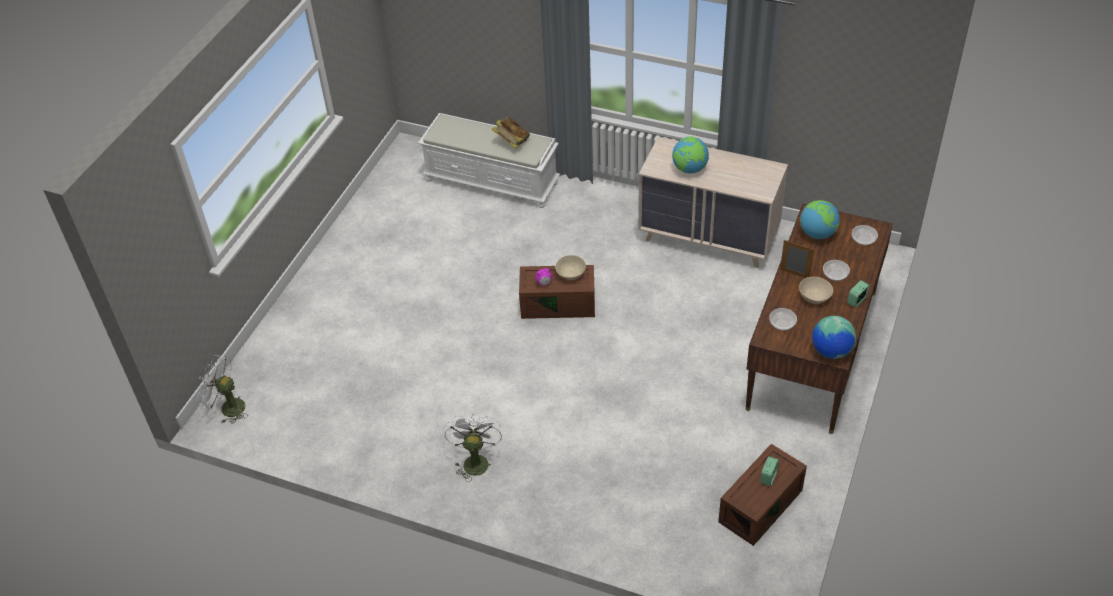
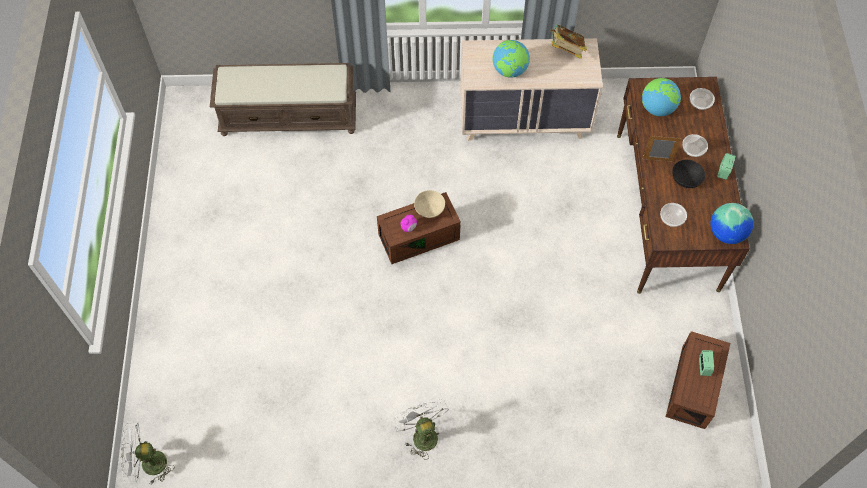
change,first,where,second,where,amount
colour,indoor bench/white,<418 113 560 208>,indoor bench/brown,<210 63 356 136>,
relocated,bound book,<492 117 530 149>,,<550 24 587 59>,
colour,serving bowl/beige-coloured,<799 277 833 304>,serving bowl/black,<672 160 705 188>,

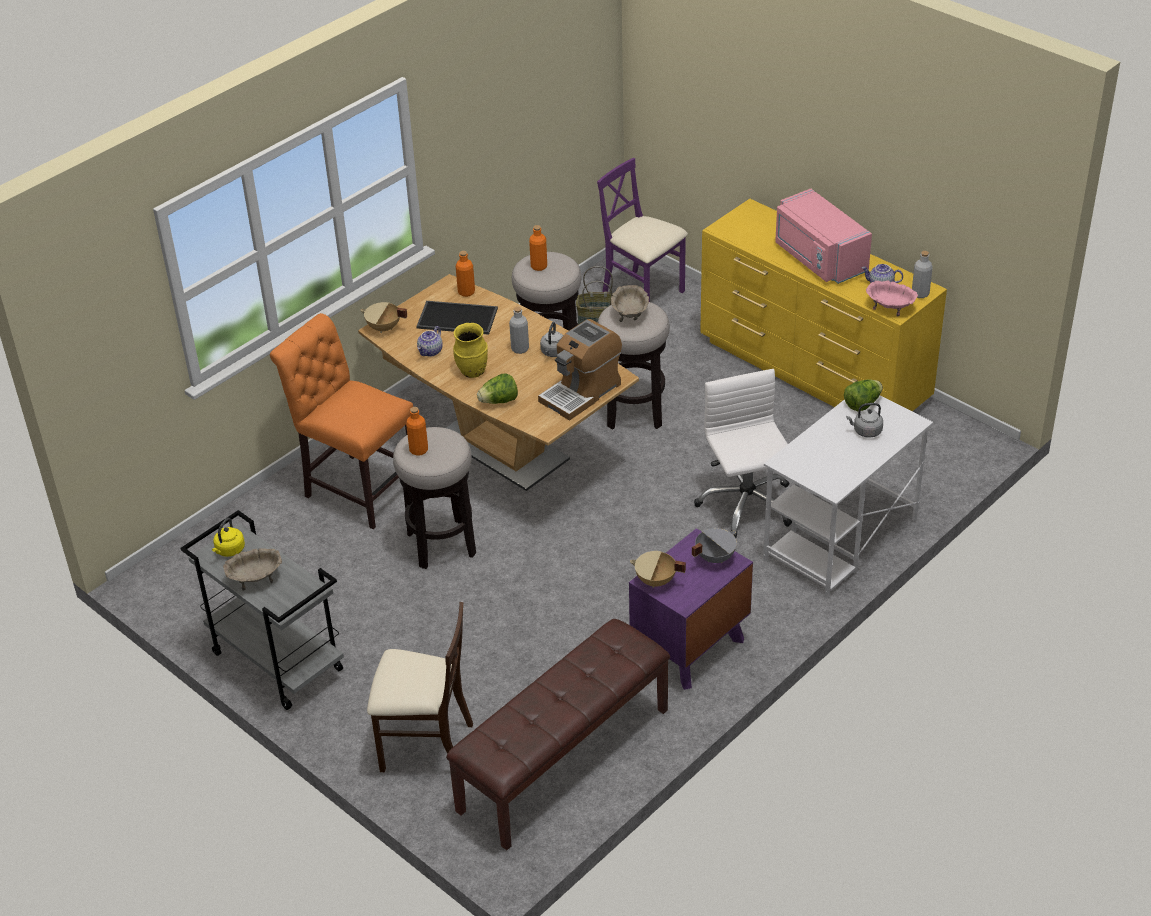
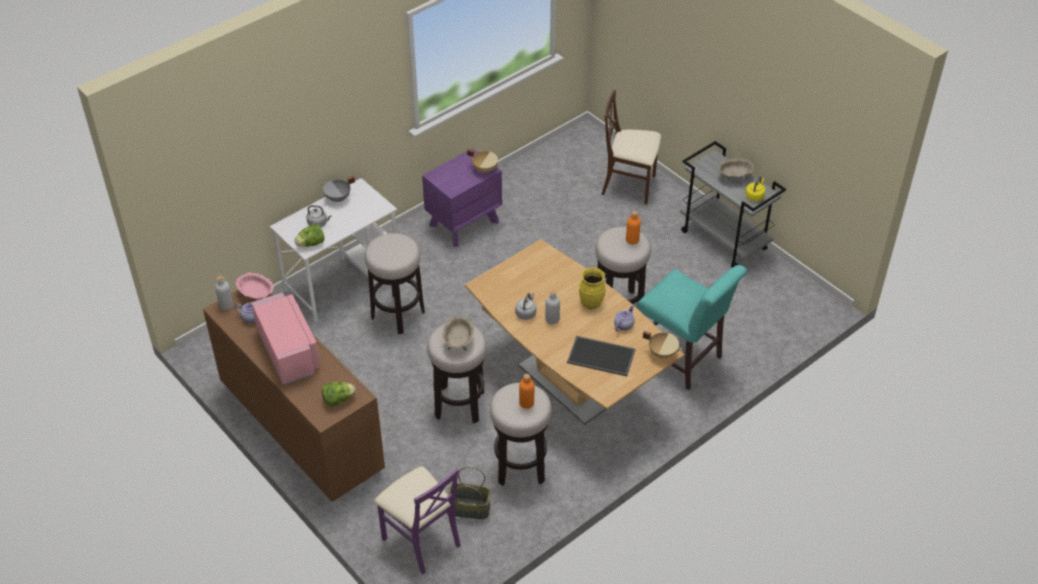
change,first,where,second,where,amount
colour,plain chair/orange,<270 313 413 529>,plain chair/blue-green,<637 265 747 390>,
missing,indoor bench/brown,<446 619 670 850>,,,
missing,bottle/orange,<456 251 475 297>,,,
relocated,lettuce head,<477 374 518 404>,,<322 382 356 407>,
missing,coffee brewer,<538 319 622 421>,,,
relocated,stockpot/gray,<692 528 737 563>,,<321 176 355 202>,
exchanged,desk chair/white,<694 369 792 538>,sitting stool,<364 233 425 334>,
colour,drawer chest/yellow,<700 199 947 411>,drawer chest/brown,<203 290 385 502>,

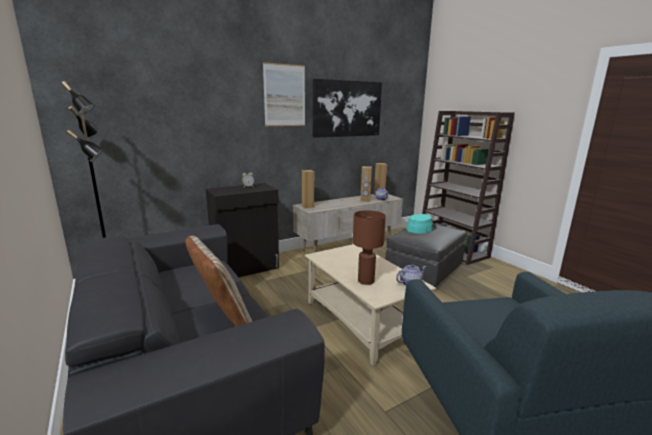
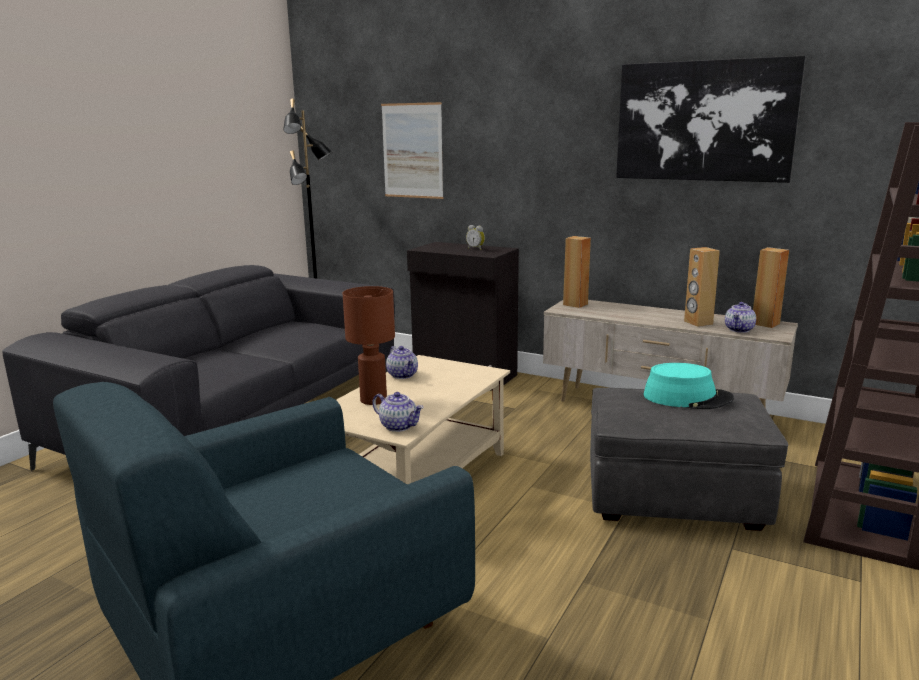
change,first,where,second,where,amount
missing,throw pillow/beige-coloured,<185 236 252 326>,,,
relocated,picture,<263 62 305 126>,,<381 102 444 199>,
appeared,,,tea pot,<386 346 418 379>,

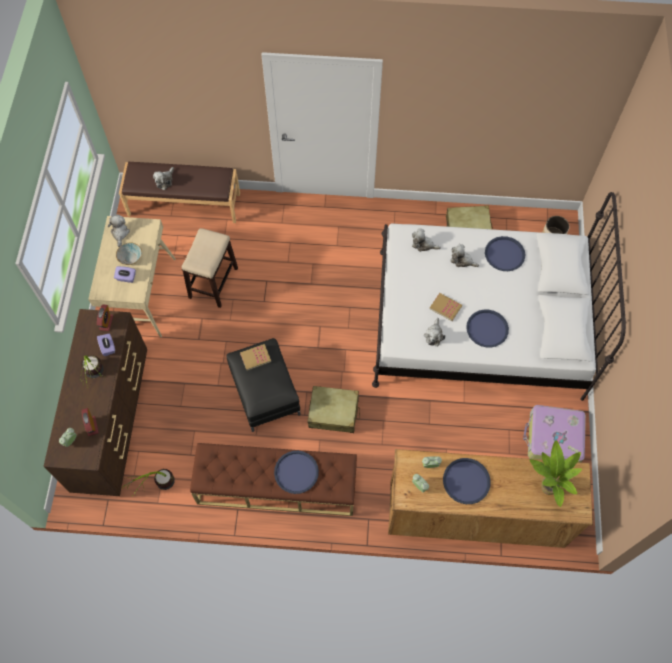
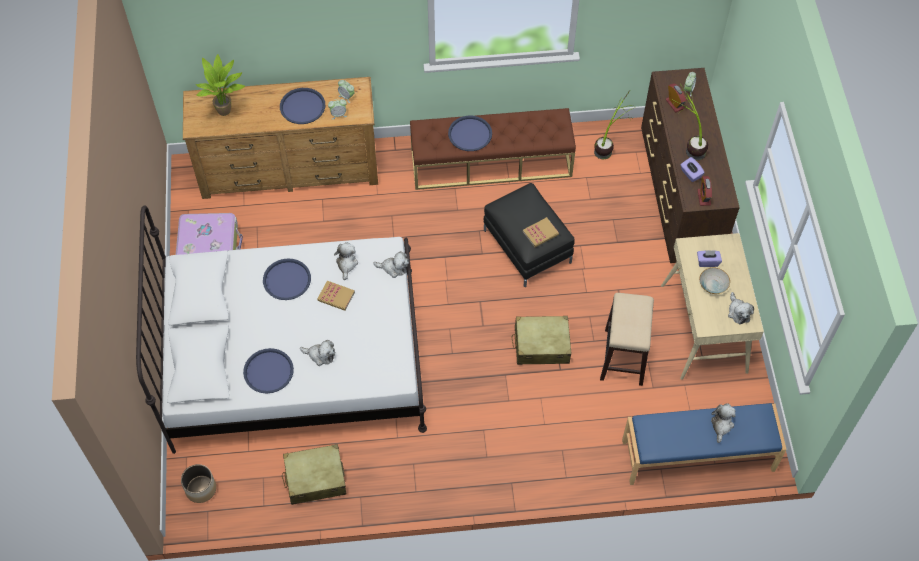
change,first,where,second,where,amount
colour,indoor bench/brown,<119 162 240 223>,indoor bench/bluish,<622 403 787 485>,
relocated,travel case/beige-coloured,<308 386 360 433>,,<511 316 571 365>,
relocated,cuddly toy,<412 228 441 252>,,<373 251 409 278>,

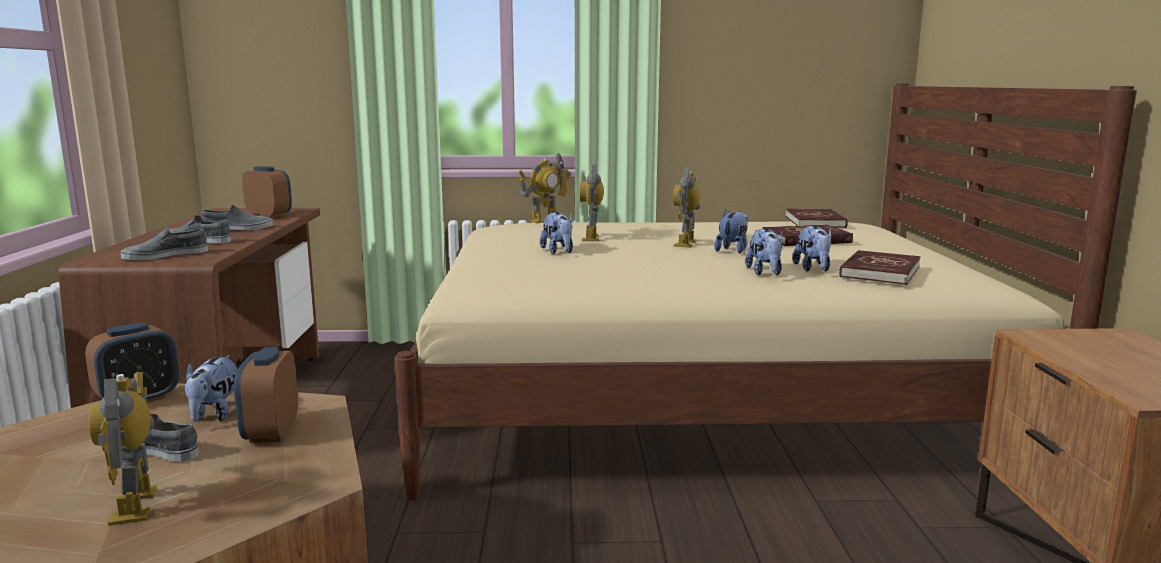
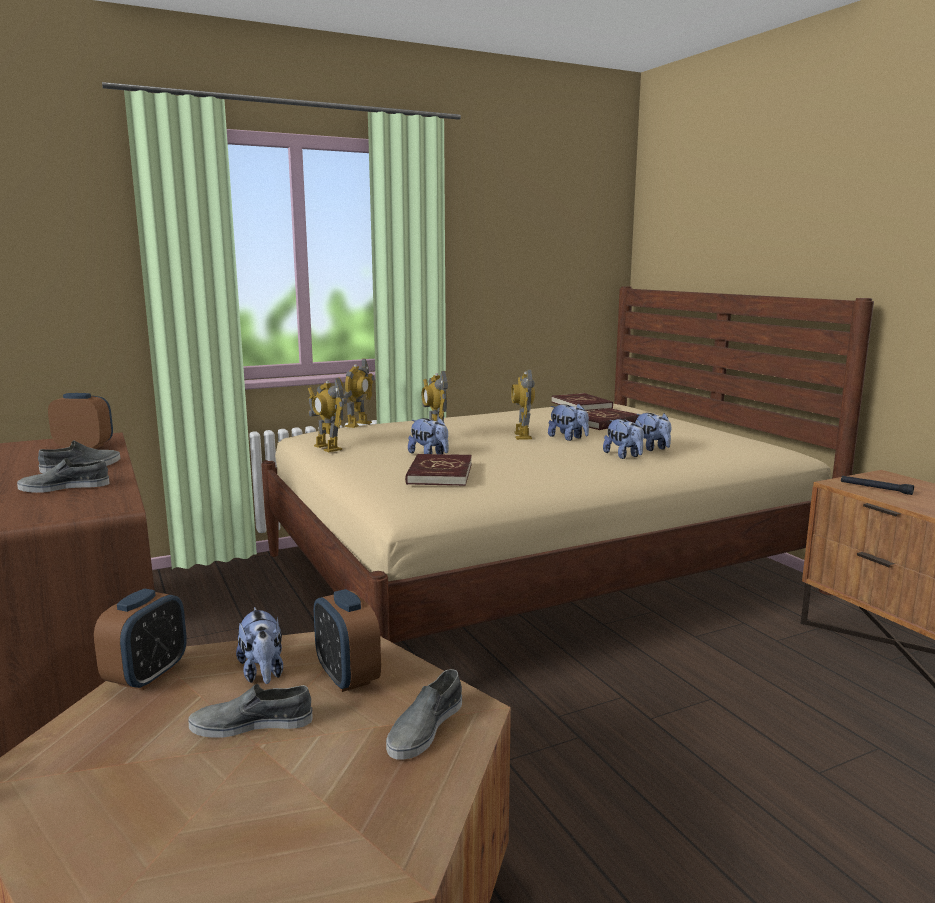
change,first,where,second,where,amount
relocated,toy robot,<89 372 157 526>,,<308 378 344 452>,
relocated,item of footwear/gray,<121 227 208 260>,,<386 669 462 760>,
spun,cuddly toy,<714 210 748 253>,,<548 404 589 441>,135 degrees clockwise
relocated,bound book/reddish,<839 250 921 285>,,<405 454 472 486>,
appeared,,,flashlight/black,<841 476 914 495>,

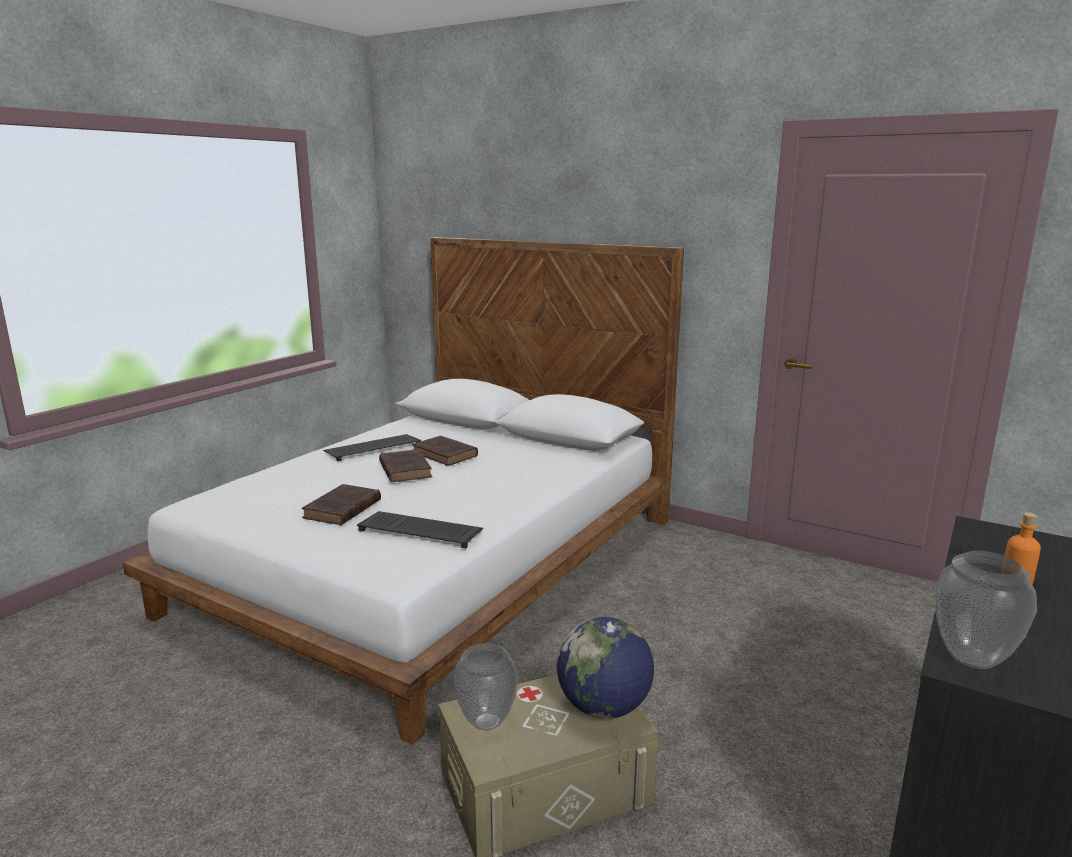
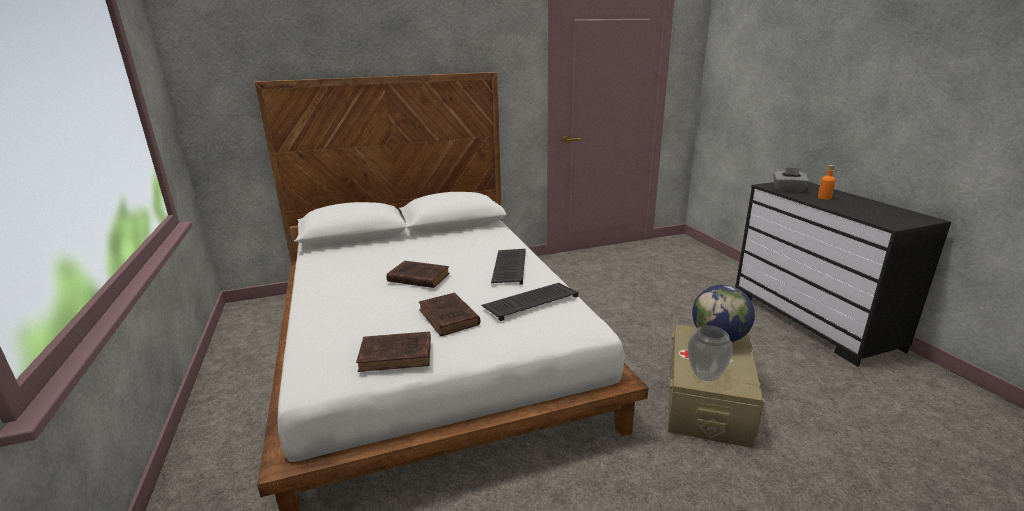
change,first,where,second,where,amount
relocated,PC keyboard,<323 434 421 461>,,<491 249 526 284>,
relocated,bound book/brown,<412 436 478 466>,,<356 331 431 372>,
missing,decorative vase,<935 551 1037 669>,,,
appeared,,,box of tissues/gray,<773 167 809 192>,

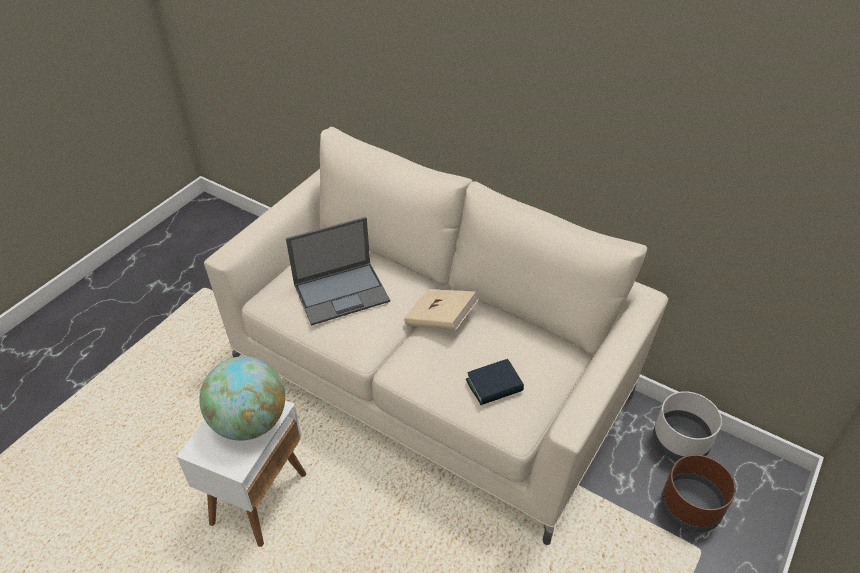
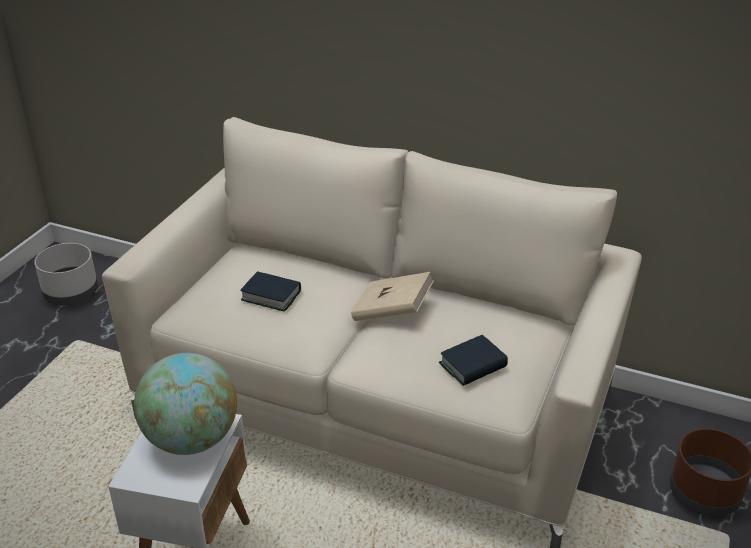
change,first,where,second,where,amount
exchanged,notebook computer,<286 217 390 326>,bound book,<240 271 301 312>,
relocated,plant pot/gray,<653 391 722 461>,,<34 243 98 305>,

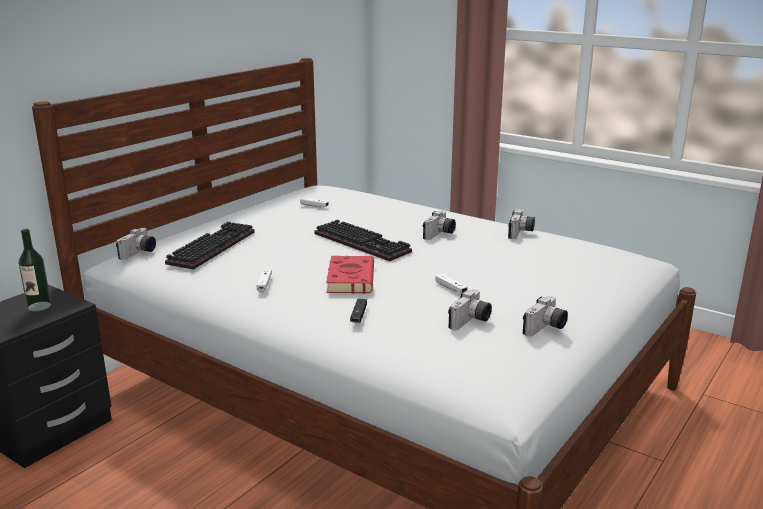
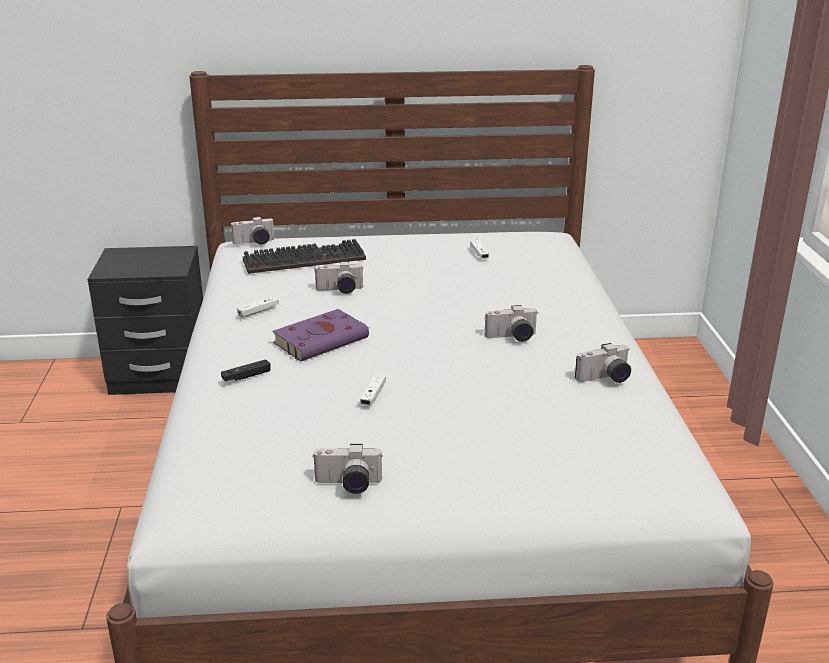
change,first,where,second,where,amount
missing,bottle,<19 229 51 311>,,,
missing,PC keyboard,<314 219 412 261>,,,
colour,bound book/reddish,<326 256 374 294>,bound book/purplish,<273 309 370 361>,
relocated,still camera,<448 289 492 330>,,<314 261 364 294>,

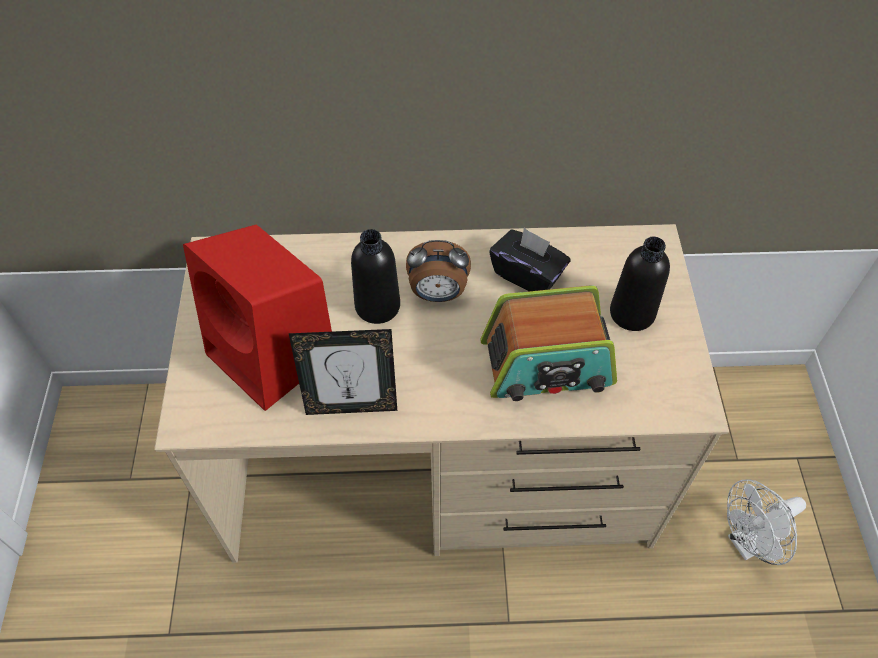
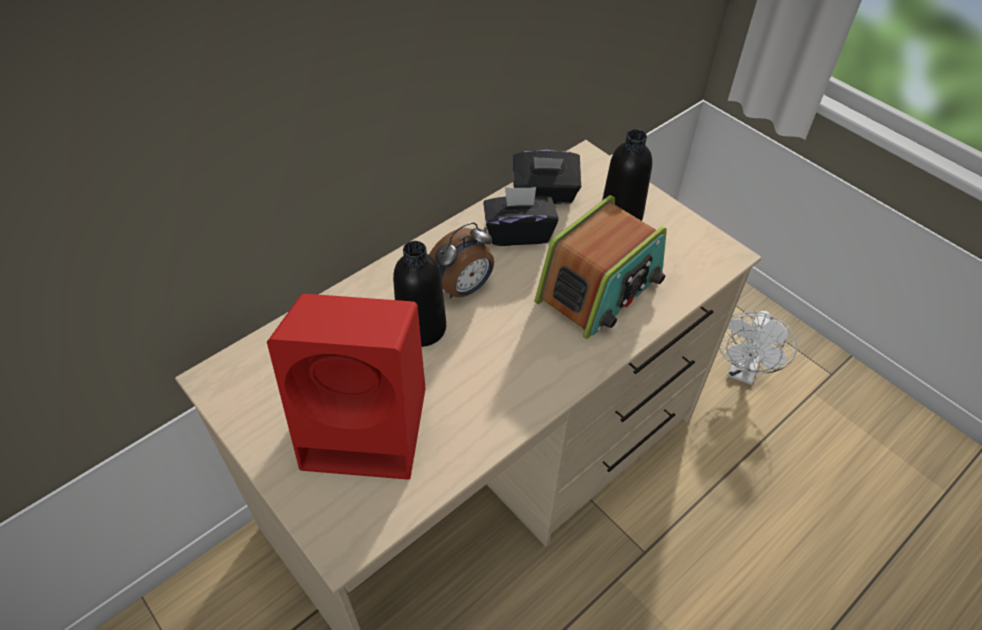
change,first,where,second,where,amount
missing,photo frame,<289 329 397 415>,,,
appeared,,,box of tissues/black,<513 150 581 204>,

